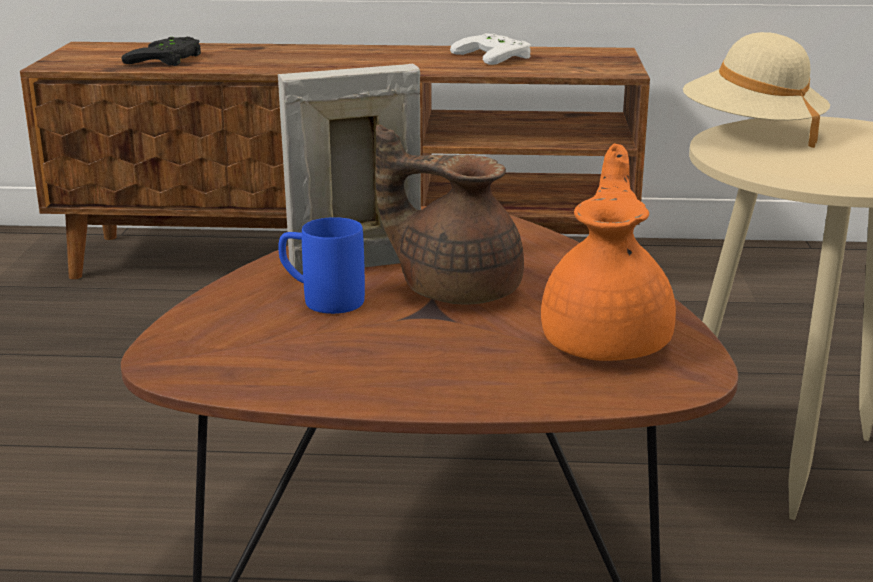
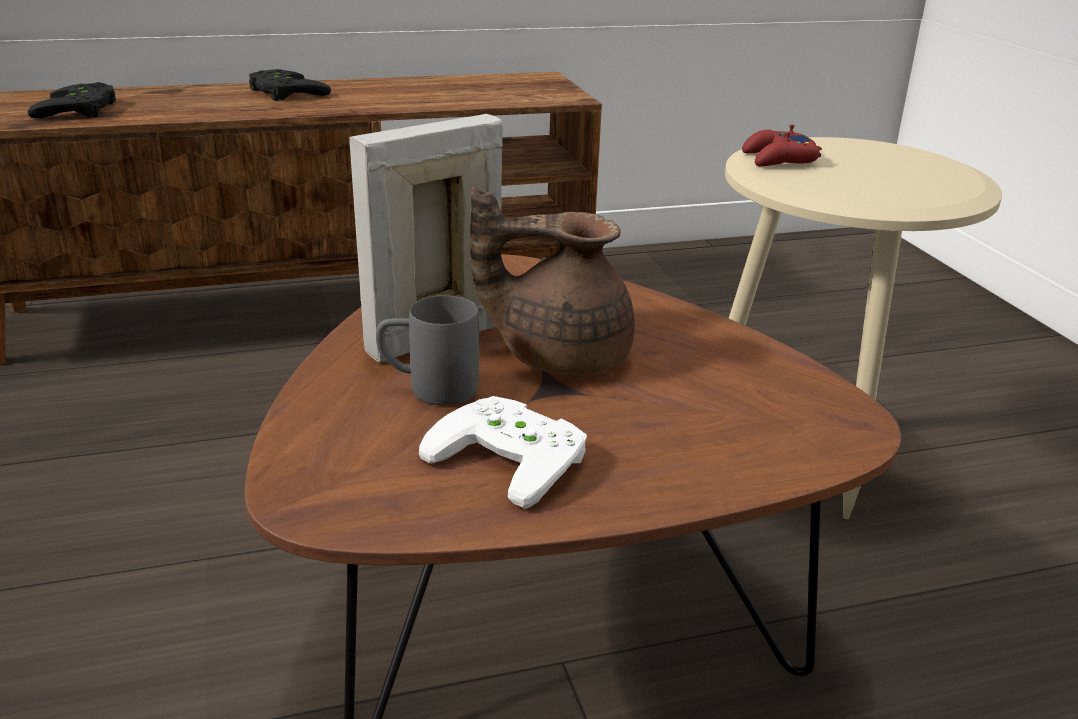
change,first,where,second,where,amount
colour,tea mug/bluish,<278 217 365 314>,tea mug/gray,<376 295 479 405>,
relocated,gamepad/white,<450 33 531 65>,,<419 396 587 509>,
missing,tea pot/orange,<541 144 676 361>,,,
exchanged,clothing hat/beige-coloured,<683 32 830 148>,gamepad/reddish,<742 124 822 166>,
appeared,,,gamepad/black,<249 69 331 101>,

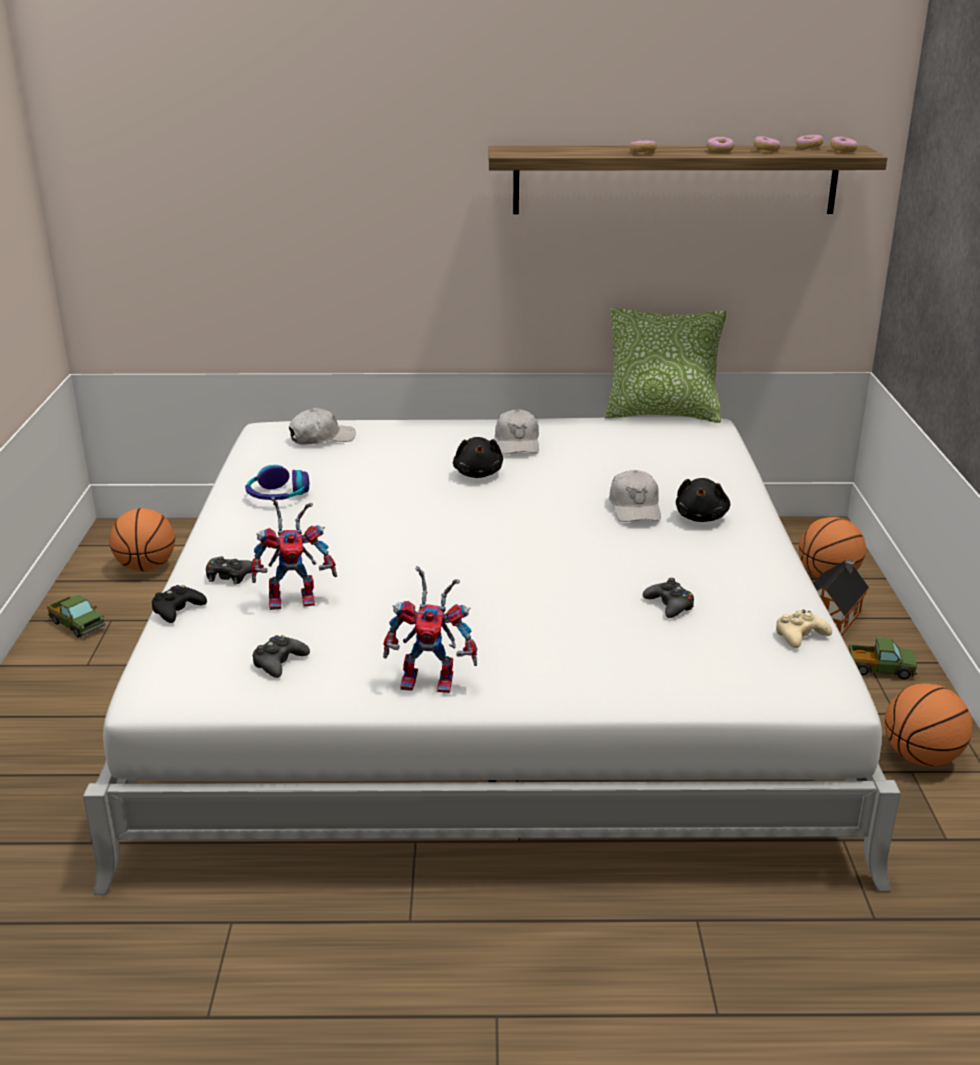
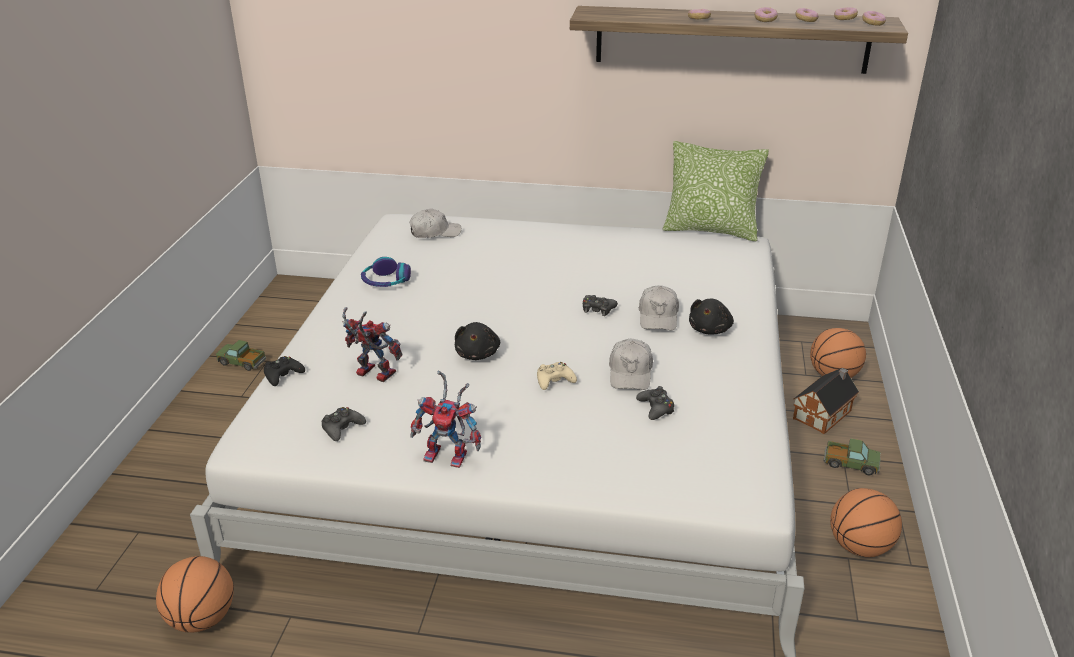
change,first,where,second,where,amount
spun,toy lorry,<47 595 105 638>,,<216 340 266 371>,150 degrees clockwise
relocated,basketball,<109 508 175 572>,,<156 556 234 633>,
relocated,gamepad/black,<206 556 252 584>,,<583 295 618 316>,
spun,toy robot,<251 497 337 610>,,<342 307 403 382>,150 degrees counterclockwise
relocated,cuddly toy/black,<453 437 503 478>,,<455 322 500 360>,
relocated,peaked cap/white,<495 409 539 454>,,<609 339 653 390>,
relocated,gamepad/beige-coloured,<776 610 832 648>,,<537 362 577 390>,

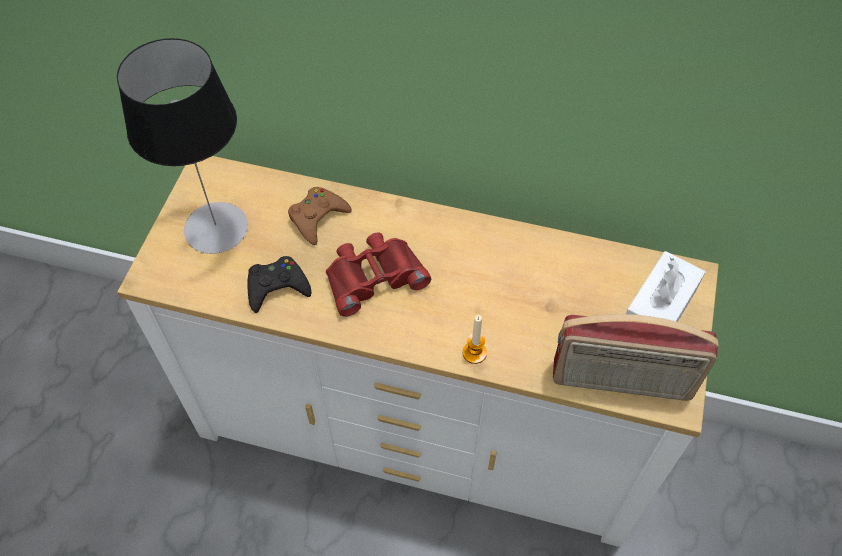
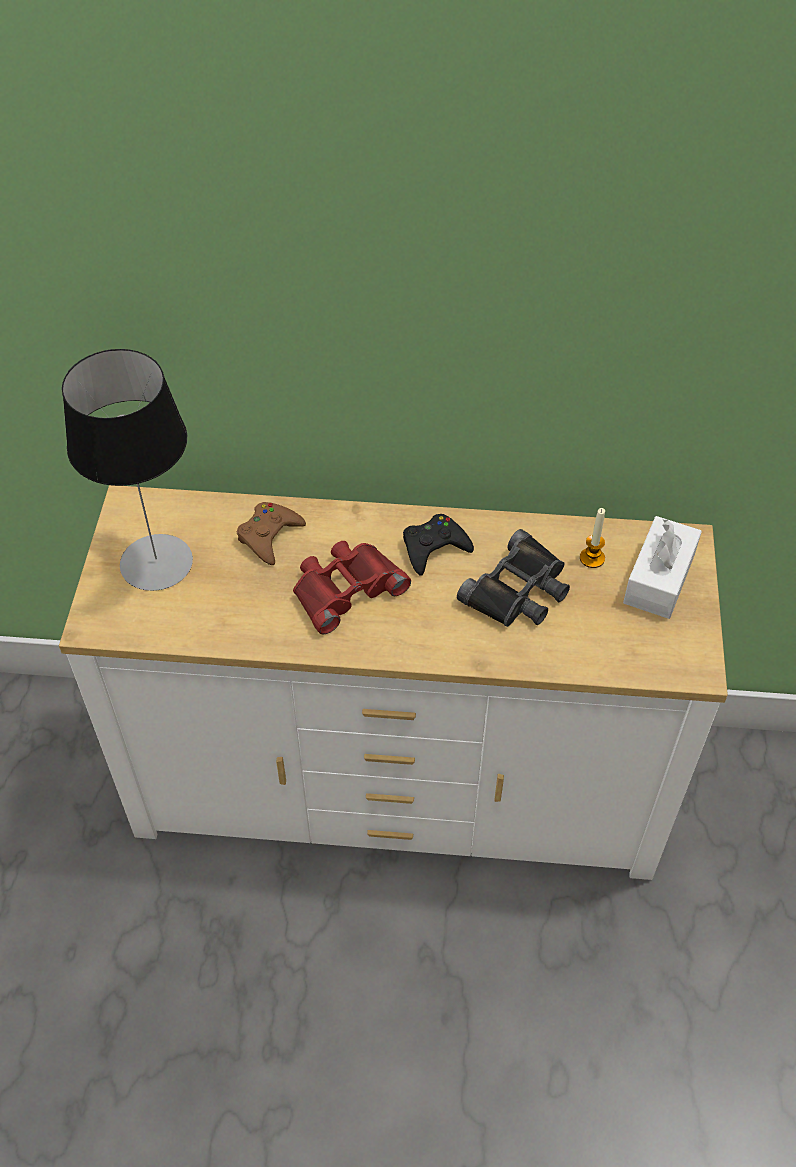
change,first,where,second,where,amount
relocated,gamepad/black,<247 256 312 313>,,<403 514 474 576>,
relocated,wax candle,<463 315 487 364>,,<580 508 605 568>,
missing,radio receiver,<553 314 719 401>,,,
appeared,,,pair of binoculars/black,<457 529 570 627>,

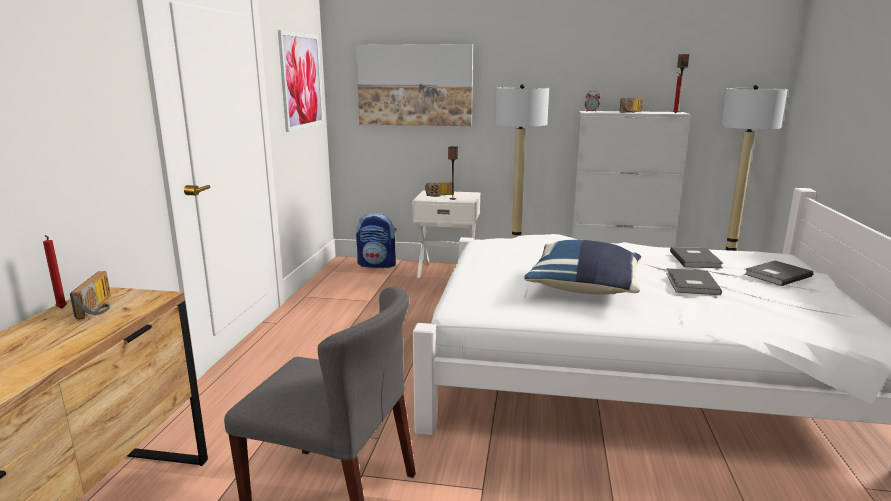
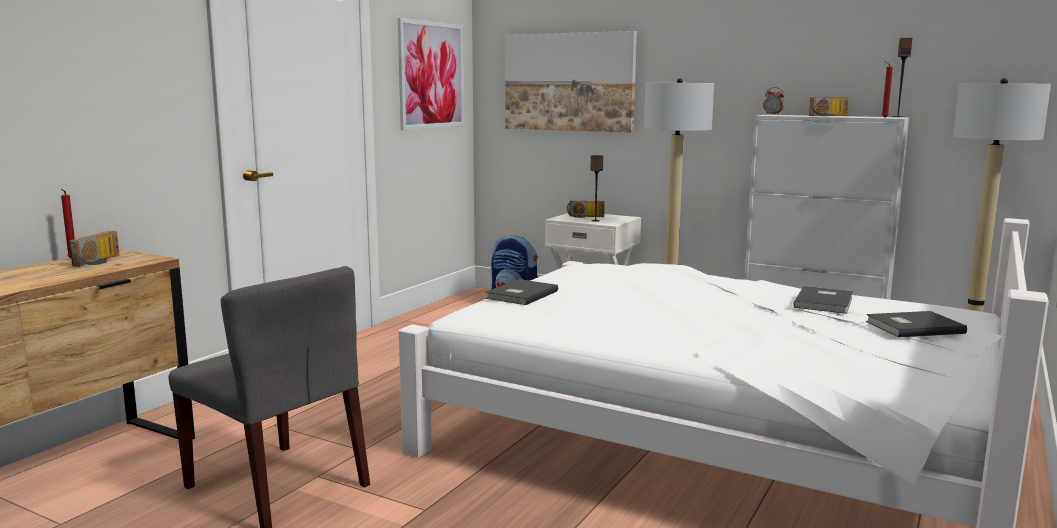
change,first,where,second,where,amount
missing,throw pillow/bluish,<524 240 641 295>,,,
relocated,bound book/gray,<666 268 722 295>,,<486 279 558 305>,

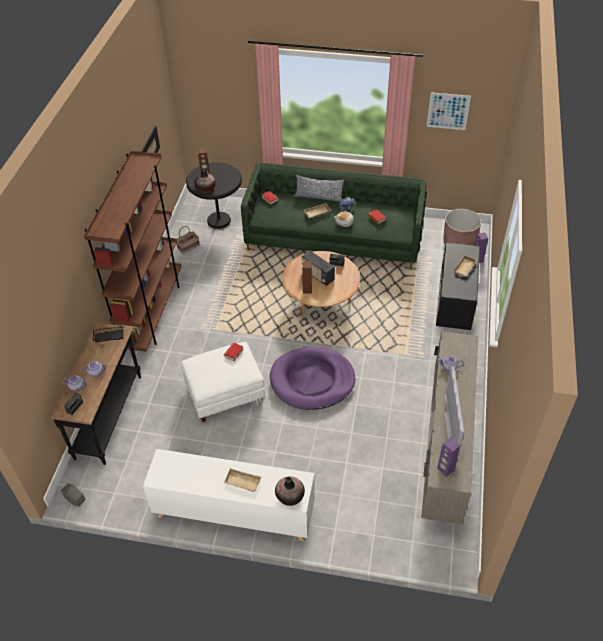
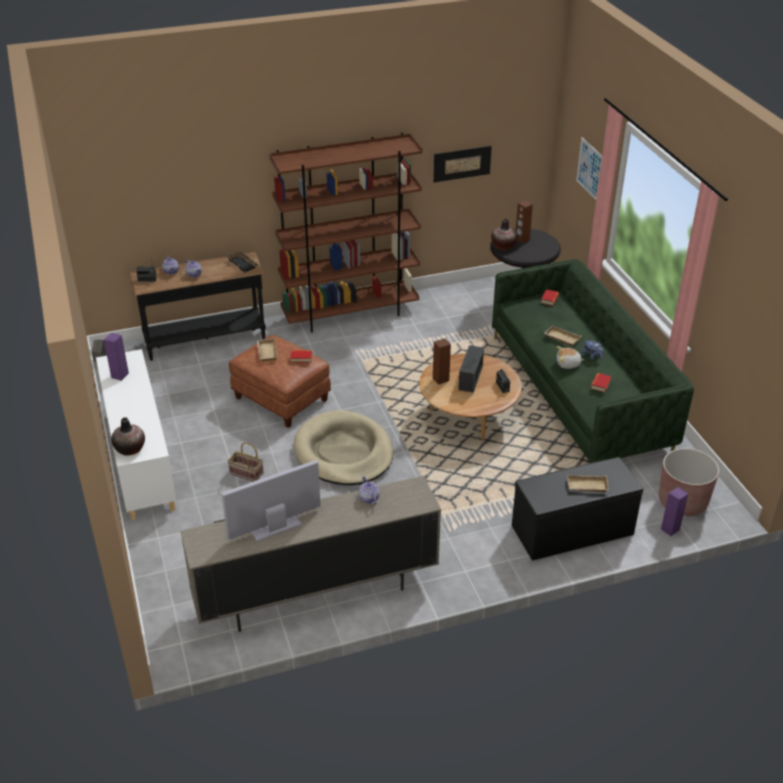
change,first,where,second,where,amount
relocated,household basket,<177 226 200 254>,,<228 442 264 482>,
colour,pouffe/white,<181 342 265 422>,pouffe/brown,<229 335 331 428>,
relocated,tray/beige-coloured,<224 468 261 492>,,<257 339 278 362>,
colour,pet bed/purplish,<270 347 355 410>,pet bed/beige-coloured,<294 410 393 485>,
missing,throw pillow,<294 175 344 202>,,,
relocated,picture,<427 92 471 130>,,<576 137 602 200>,
relocated,loudspeaker/purplish,<437 438 460 477>,,<104 333 129 381>,

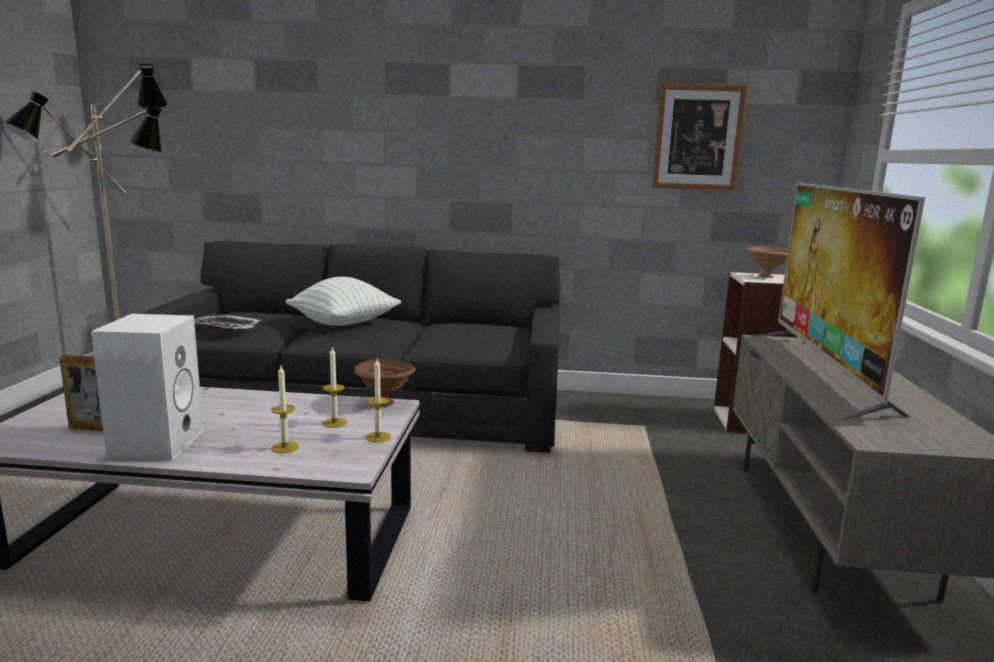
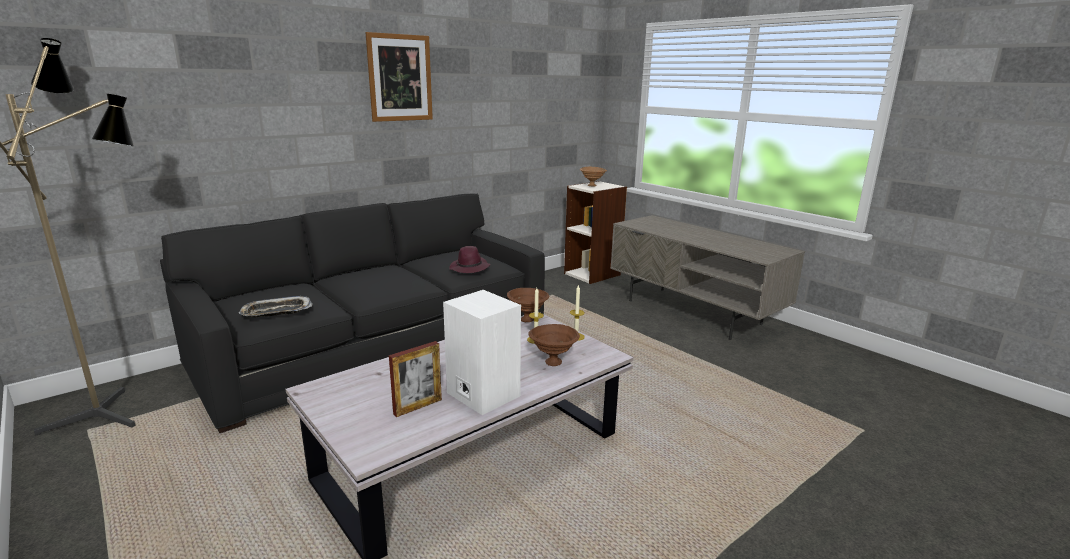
change,first,where,second,where,amount
exchanged,wax candle,<271 366 299 453>,serving bowl/brown,<528 324 580 366>,
missing,throw pillow,<286 277 401 326>,,,
relocated,picture,<652 83 747 191>,,<365 32 433 122>,
missing,television,<752 182 925 420>,,,
appeared,,,clothing hat/purplish,<449 246 491 273>,

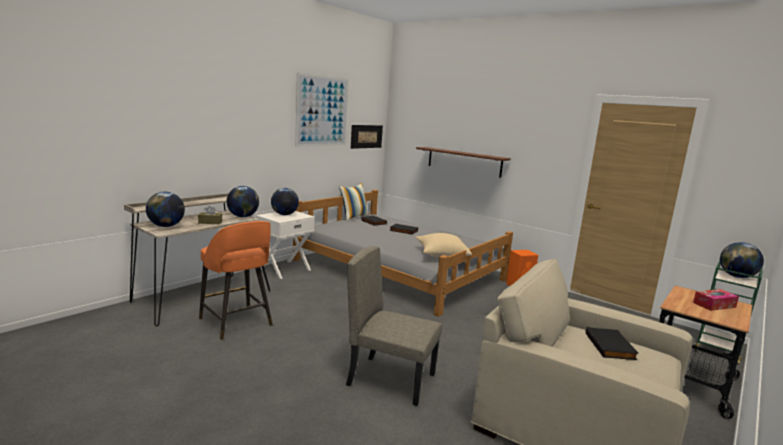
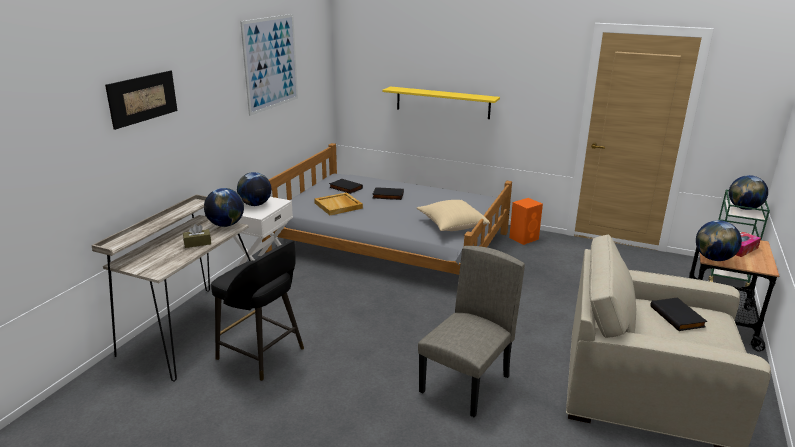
change,first,where,second,where,amount
relocated,globe,<146 192 185 227>,,<696 220 742 261>,
colour,sitting stool/orange,<199 221 273 340>,sitting stool/black,<211 240 304 381>,
missing,throw pillow,<339 183 369 221>,,,
spun,plain chair/beige-coloured,<346 246 442 406>,,<418 246 525 417>,120 degrees clockwise
relocated,picture,<351 125 383 149>,,<105 71 177 130>,
colour,wall shelf/brown,<416 147 511 178>,wall shelf/yellow,<382 86 500 119>,
appeared,,,tray/beige-coloured,<314 192 363 215>,

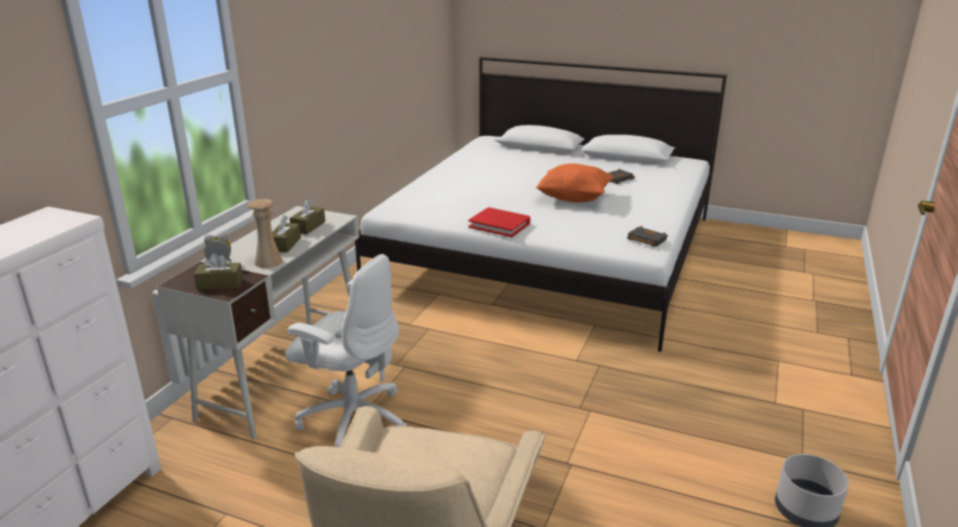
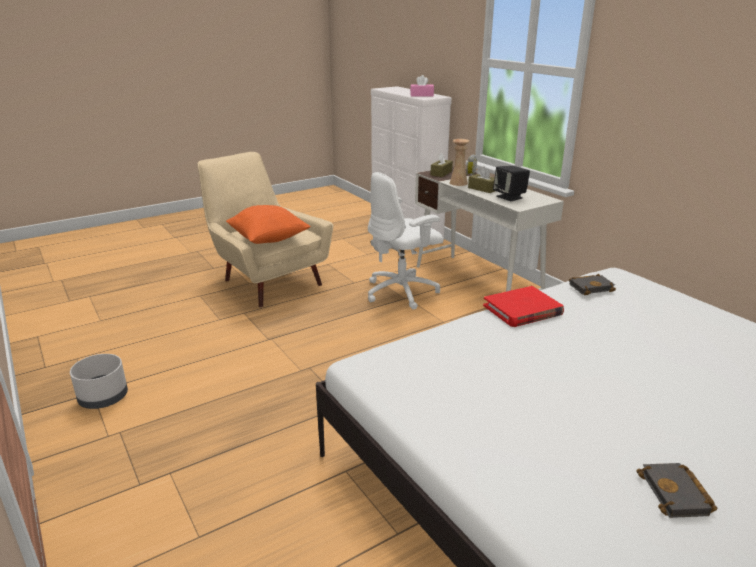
change,first,where,second,where,amount
exchanged,box of tissues/brown,<290 199 325 234>,loudspeaker/black,<493 166 530 201>,
relocated,throw pillow/orange,<536 164 614 202>,,<226 205 311 244>,
relocated,bound book/black,<627 226 668 247>,,<569 274 616 295>,
appeared,,,box of tissues/pinkish,<410 75 434 97>,

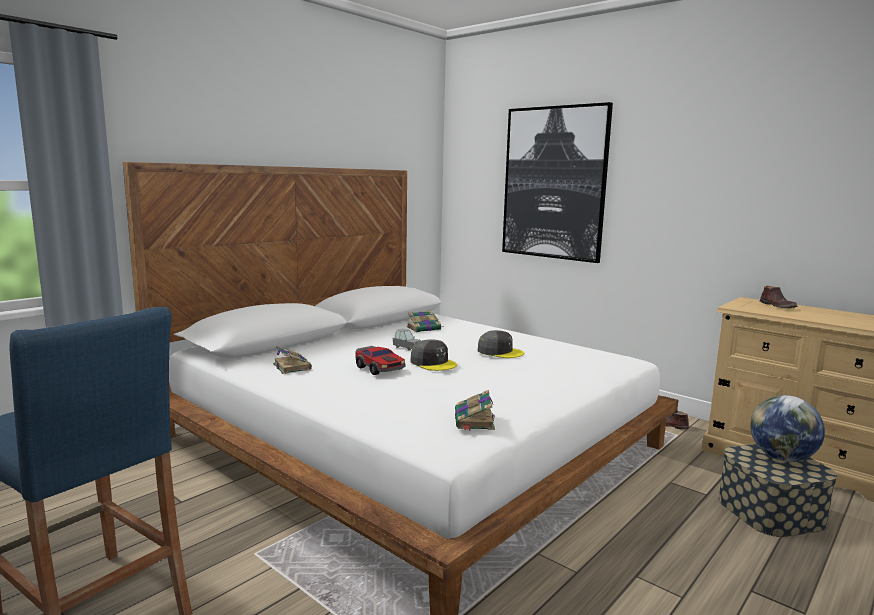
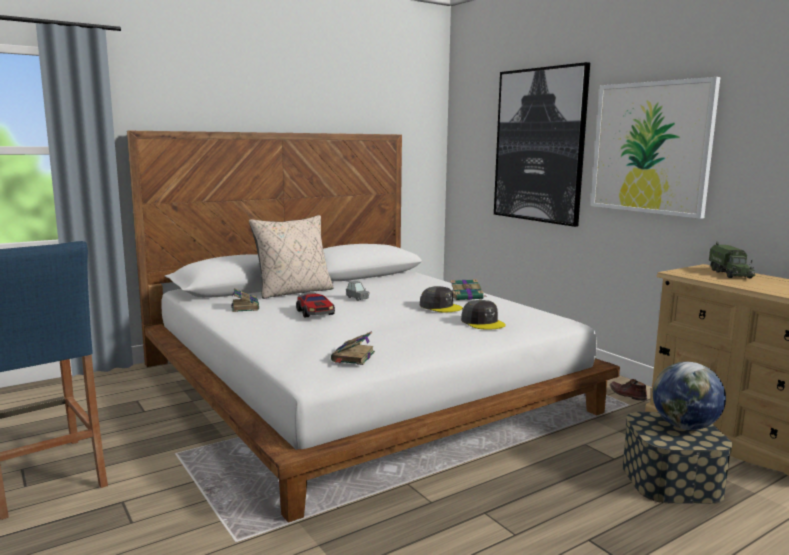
change,first,where,second,where,amount
relocated,bound book,<407 311 443 332>,,<450 279 487 300>,
relocated,peaked cap/gray,<410 339 457 371>,,<461 300 506 330>,
exchanged,item of footwear/brown,<760 286 797 308>,toy lorry,<708 242 755 278>,
appeared,,,throw pillow/beige-coloured,<249 215 333 299>,
appeared,,,picture,<591 77 720 219>,

